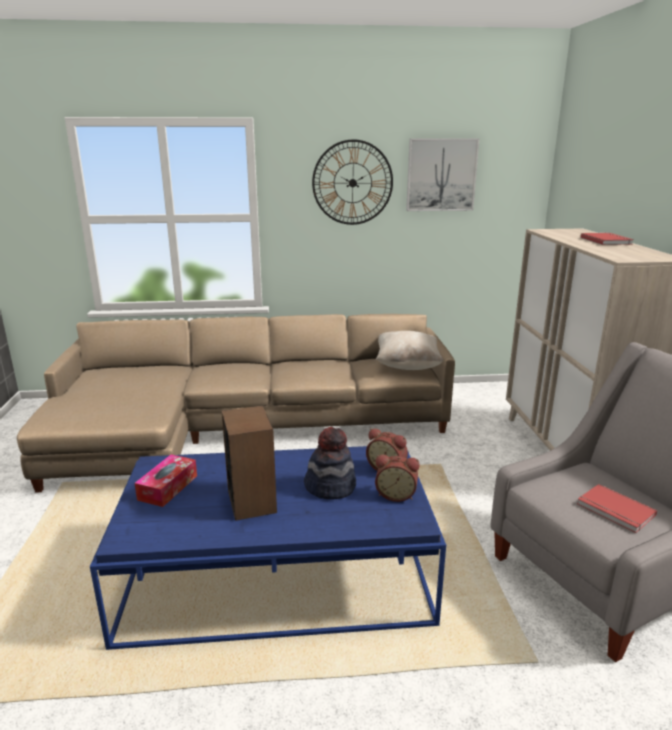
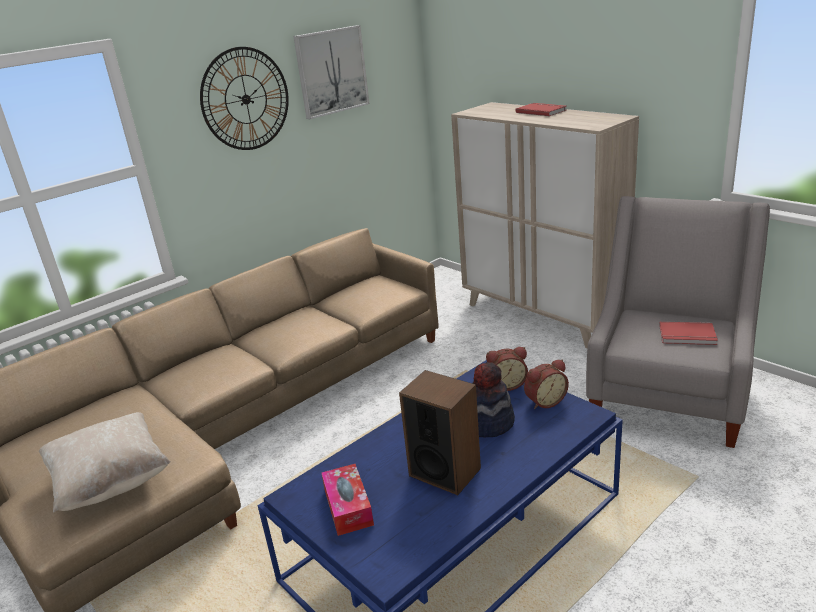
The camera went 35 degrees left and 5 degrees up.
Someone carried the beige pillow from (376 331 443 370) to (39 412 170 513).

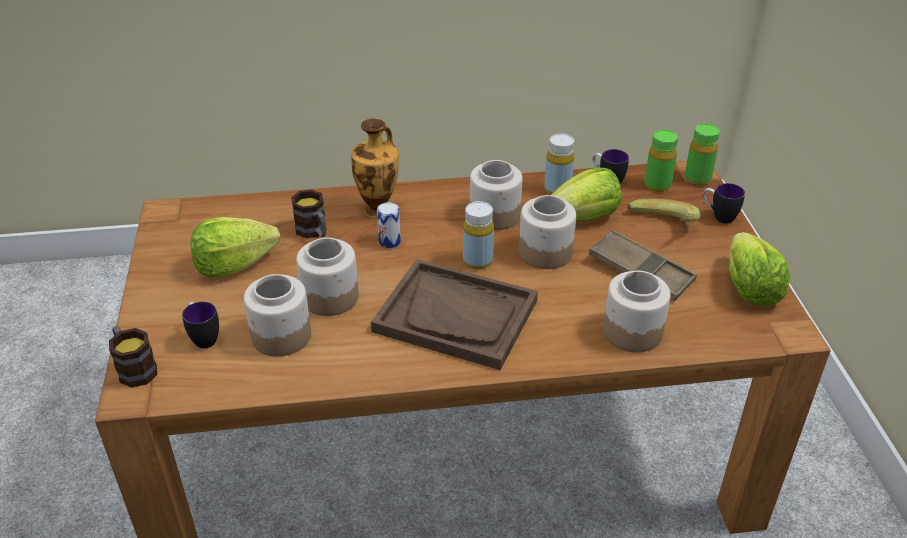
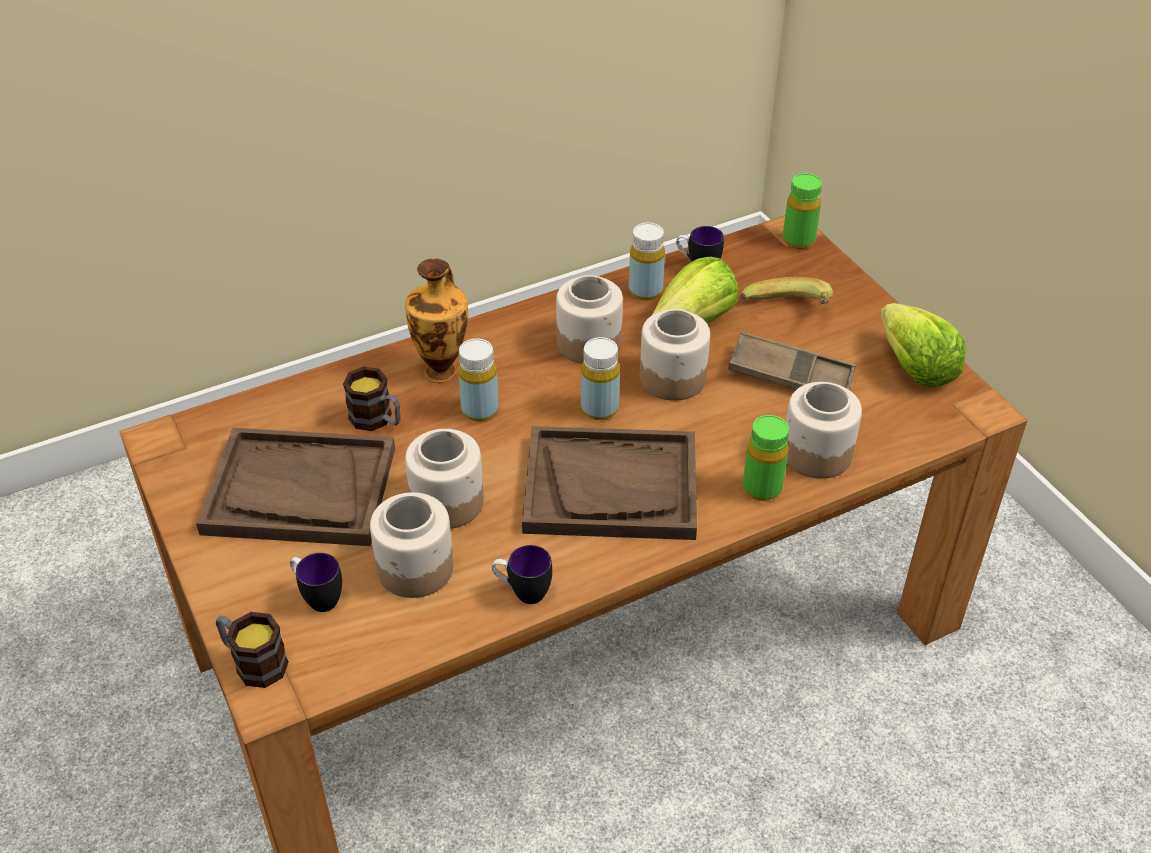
The camera went 20 degrees left and 5 degrees up.
Someone swapped the lettuce at (190 217 280 278) for the brown tray at (196 428 395 546).
Someone swapped the can at (377 202 401 249) for the yellow bottle at (458 339 499 421).
Someone carried the mug from (703 183 745 224) to (492 545 552 604).
Someone carried the green bottle from (644 130 678 192) to (743 415 789 501).

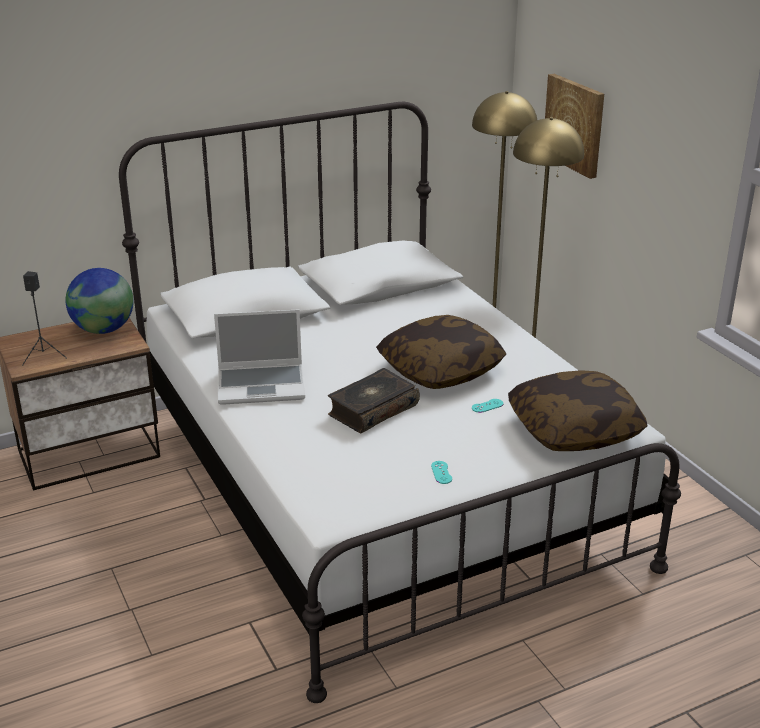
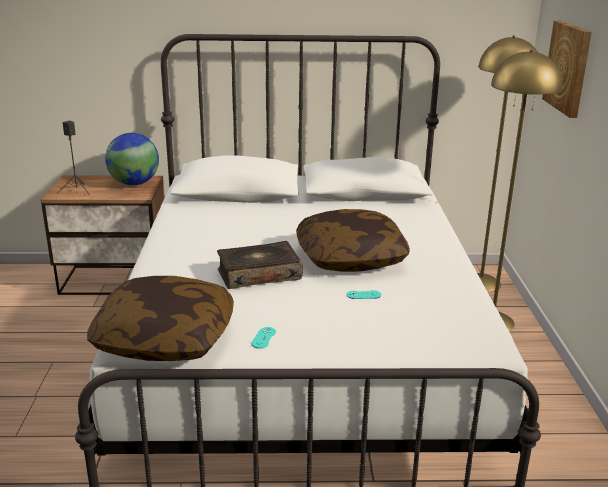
The camera went 25 degrees right and 5 degrees down.
Someone carried the pillow from (508 370 648 451) to (87 276 234 361).
Someone took away the laptop at (214 309 305 405).

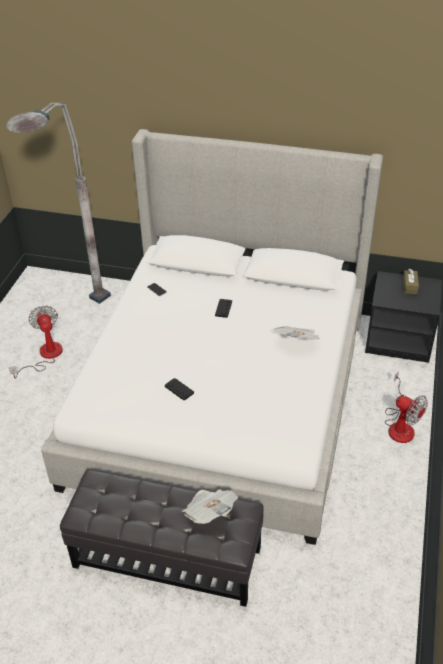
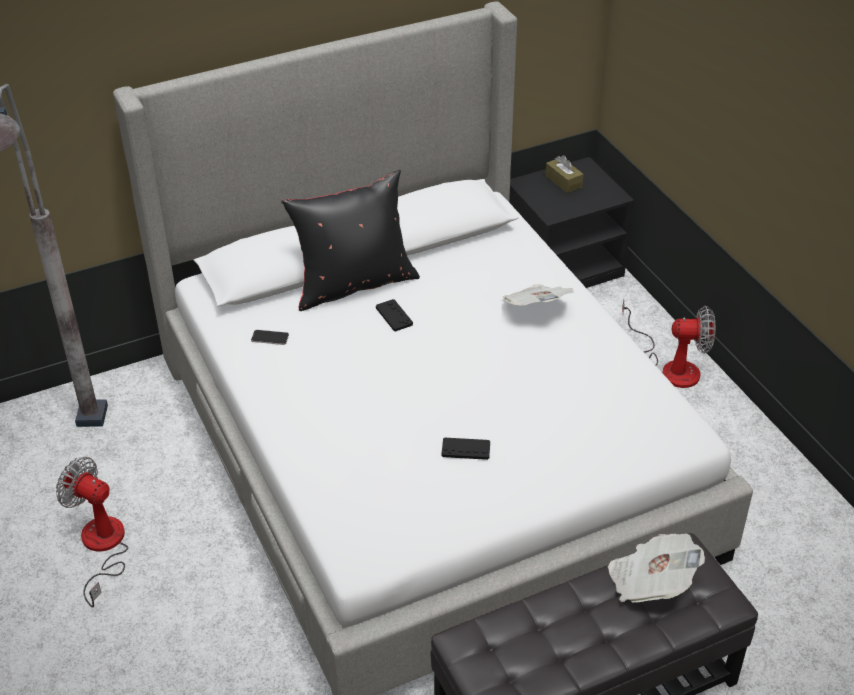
The camera went 40 degrees left and 0 degrees up.
Someone put down the black pillow at (281 170 420 311).

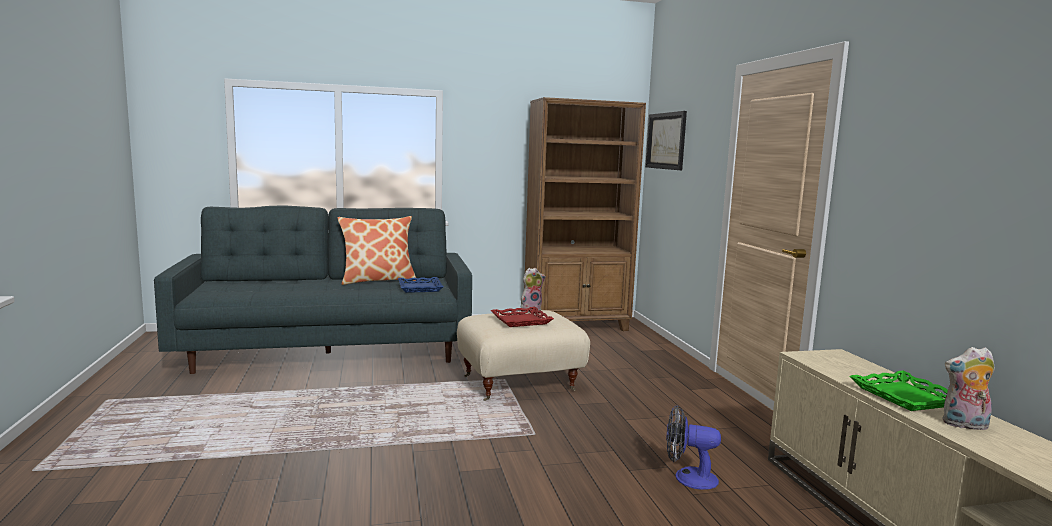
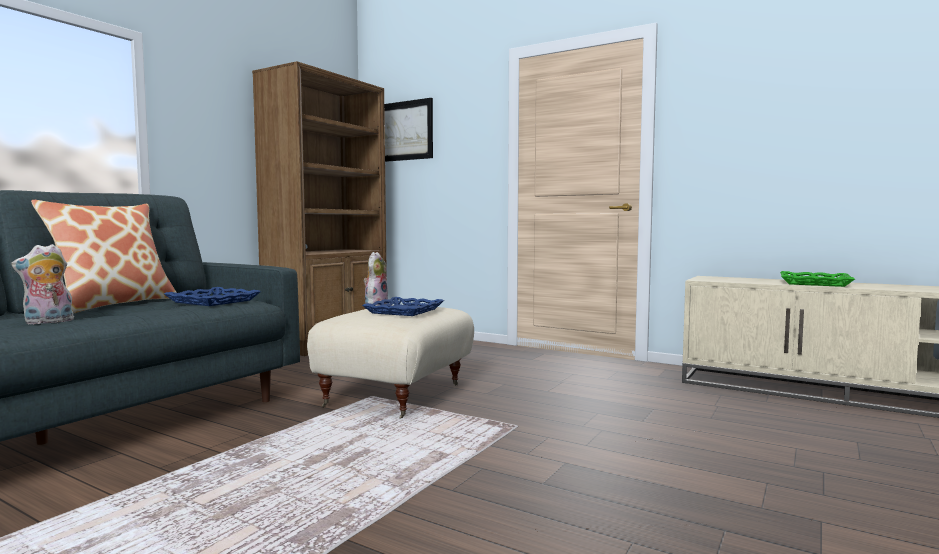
The camera went 45 degrees left and 5 degrees down.
Someone carried the plush toy from (942 347 995 432) to (11 244 74 324).
Someone repainted the red tray at (490 307 554 327), which became the blue tray at (362 297 444 316).
Someone took away the fan at (666 405 721 490).

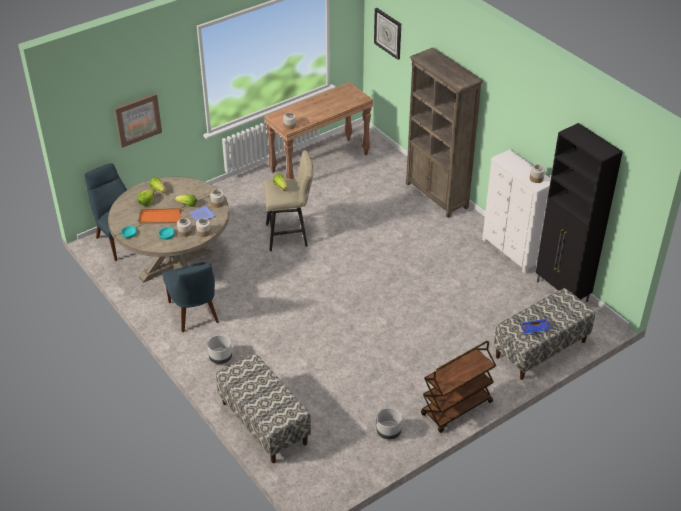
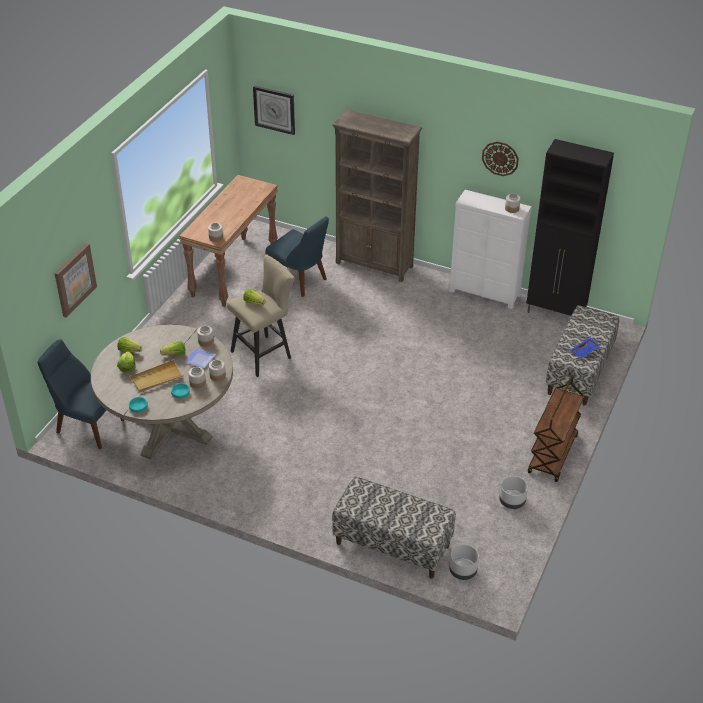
The camera went 30 degrees left and 0 degrees up.
Someone repainted the orange tray at (138 208 181 224), which became the beige tray at (131 360 184 393).
Someone carried the blue chair from (163 262 219 332) to (266 216 329 297).
Someone carried the grey planter from (207 335 232 364) to (449 544 479 580).
Someone put up the wall clock at (482 142 519 176).

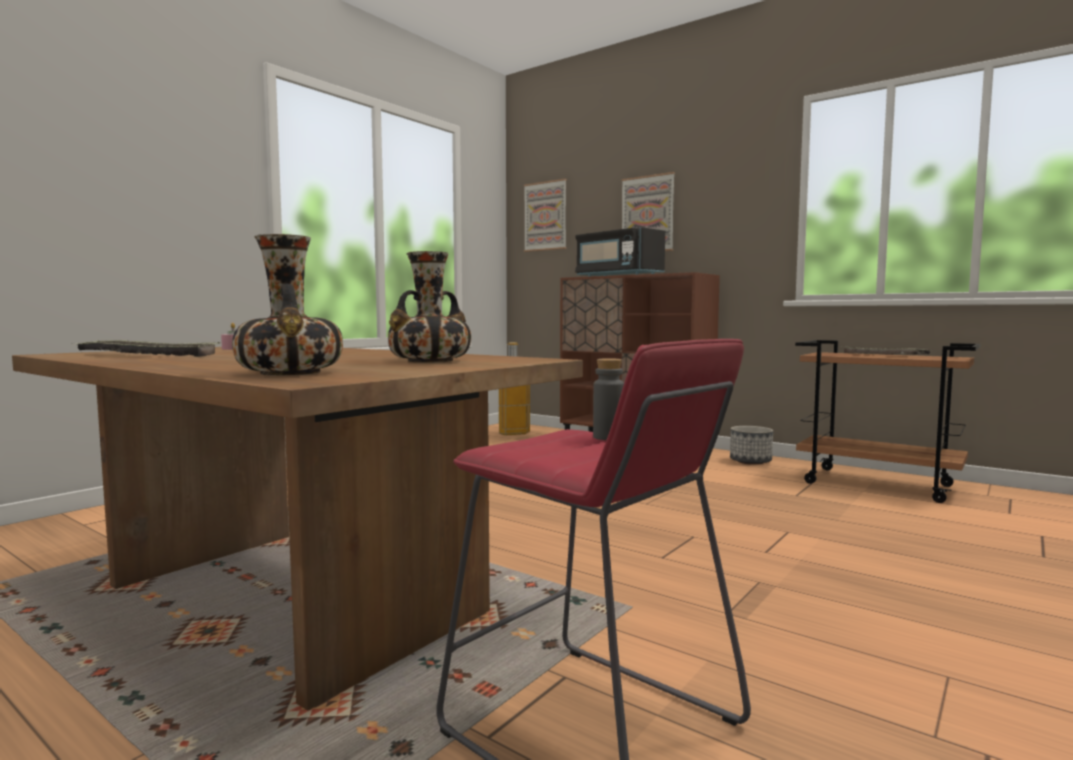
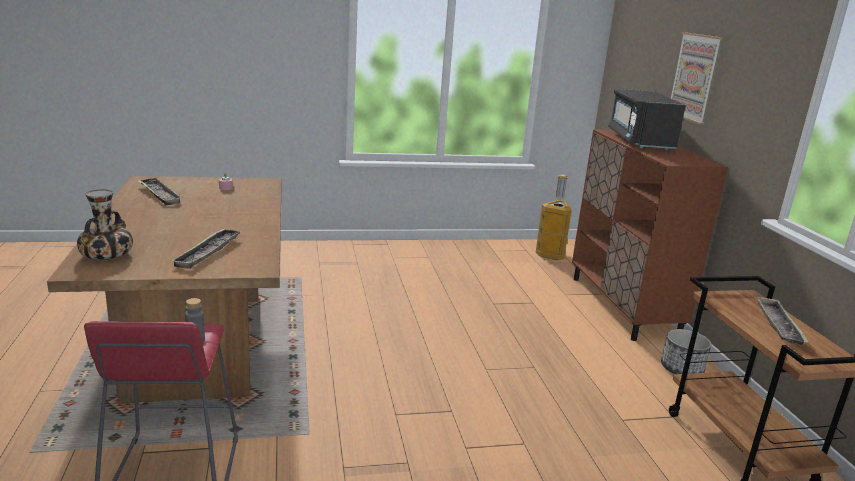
The camera went 40 degrees right and 15 degrees up.
Someone swapped the vase at (388 251 471 363) for the tray at (171 228 241 269).
Someone took away the picture at (524 179 567 252).

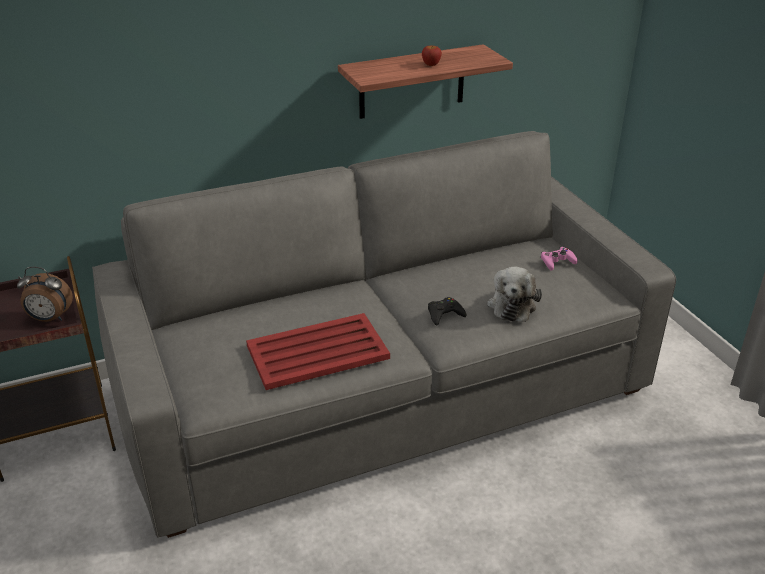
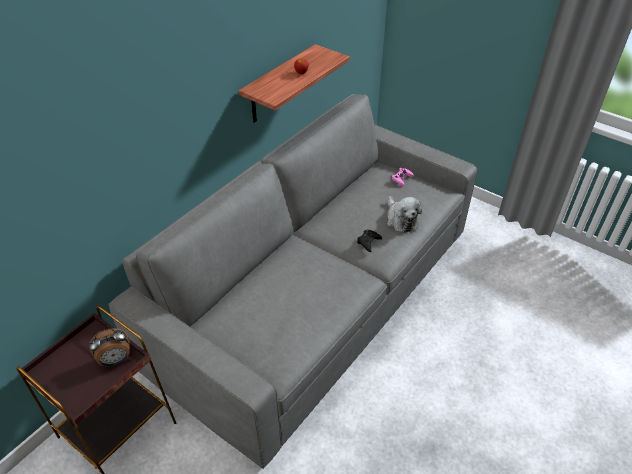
The camera went 30 degrees left and 10 degrees up.
Someone took away the red tray at (246 313 390 390).

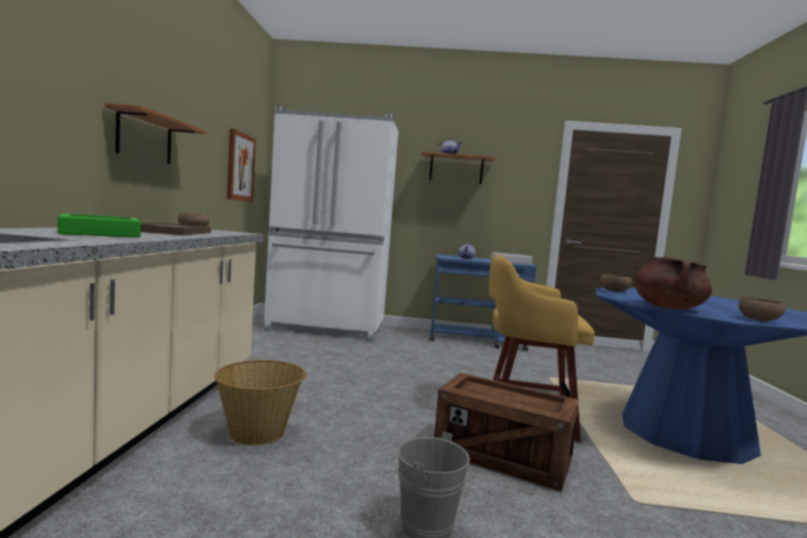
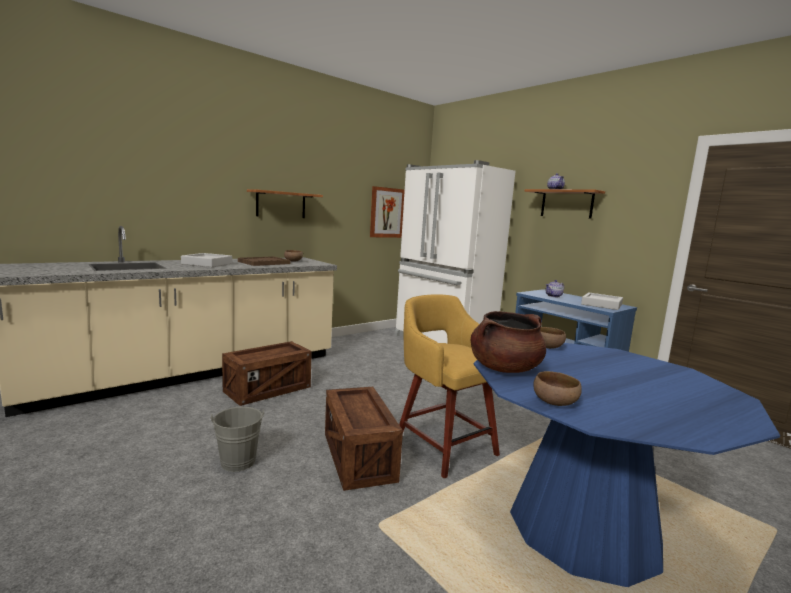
The camera went 45 degrees right and 5 degrees up.
Someone repainted the green tray at (58 214 141 238), which became the grey tray at (181 253 232 267).
Someone swapped the basket at (214 360 306 445) for the crate at (222 341 312 406).

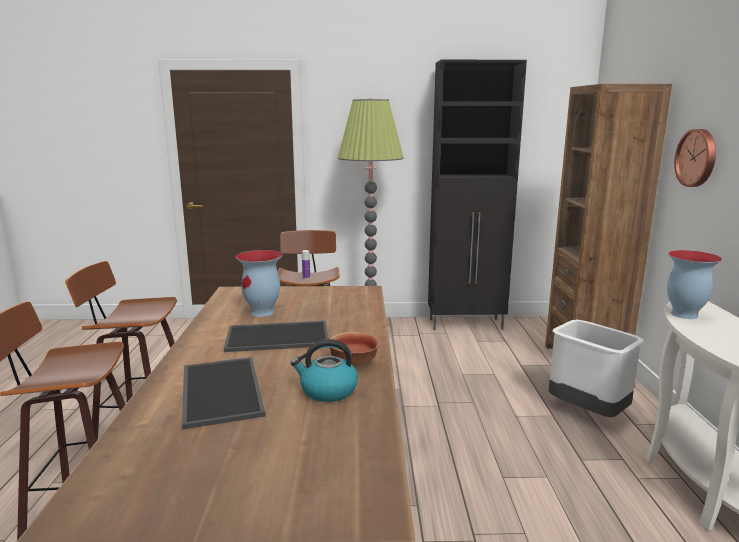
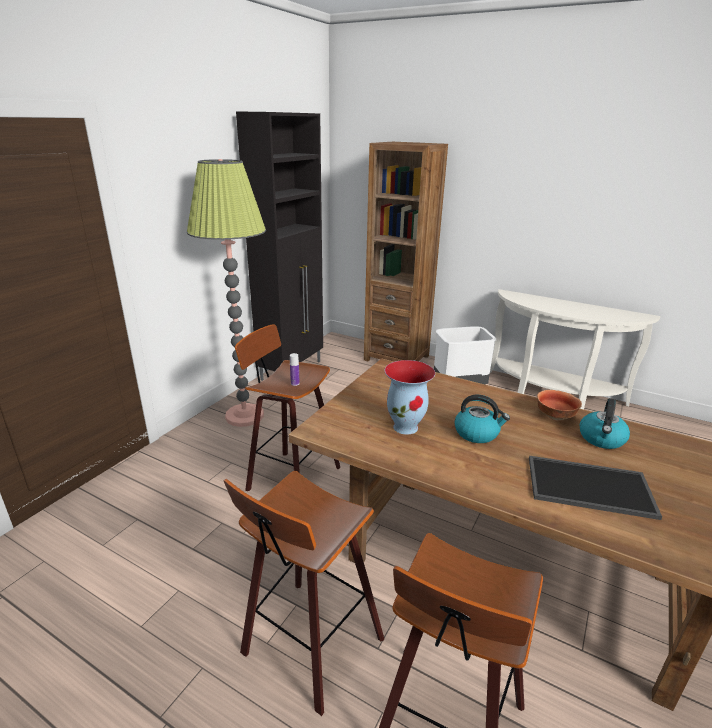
The camera went 60 degrees left and 10 degrees up.
Someone swapped the tray at (224 321 329 352) for the kettle at (455 395 510 443).
Someone took away the vase at (667 250 723 319).
Someone took away the wall clock at (674 129 716 187).

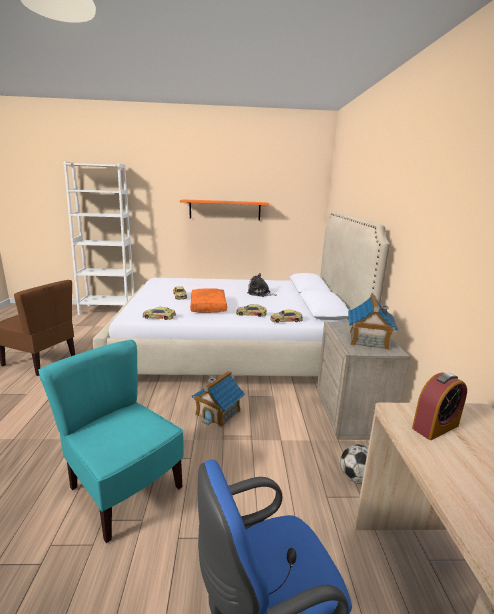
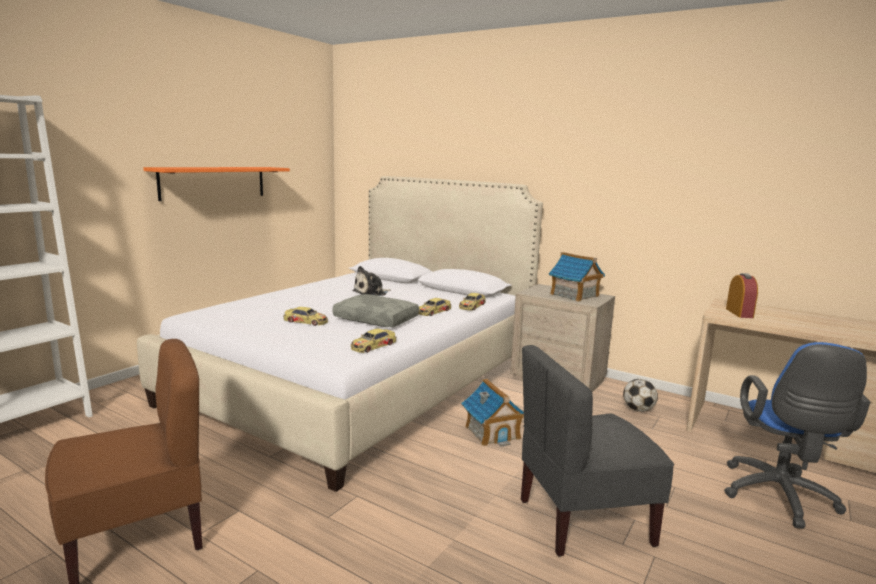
The camera went 55 degrees left and 5 degrees down.
Someone repainted the orange pillow at (190 288 227 313), which became the grey pillow at (333 294 419 327).
Someone repainted the turquoise chair at (38 340 184 543), which became the grey chair at (521 345 674 557).

